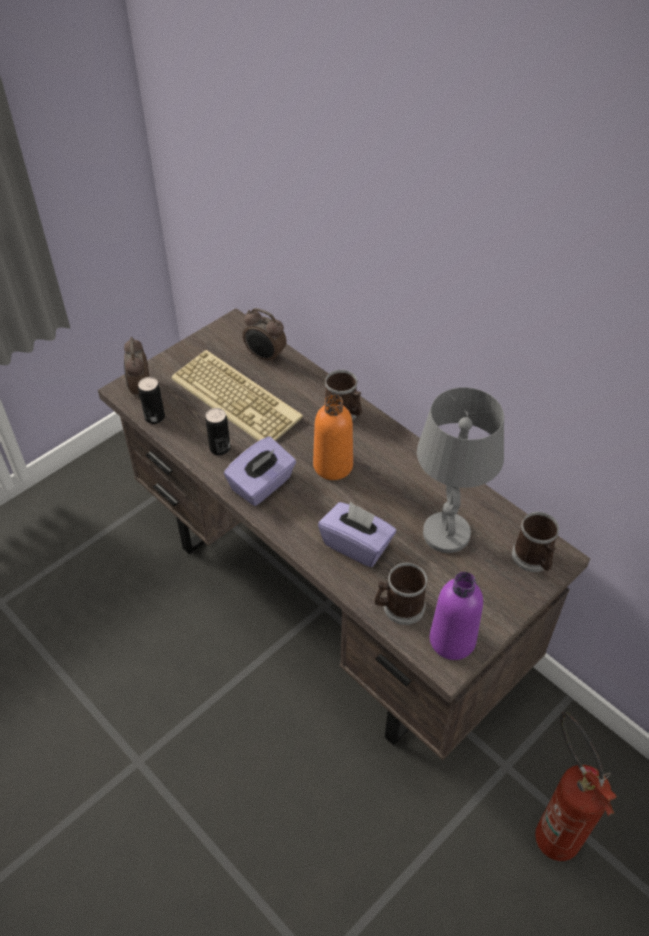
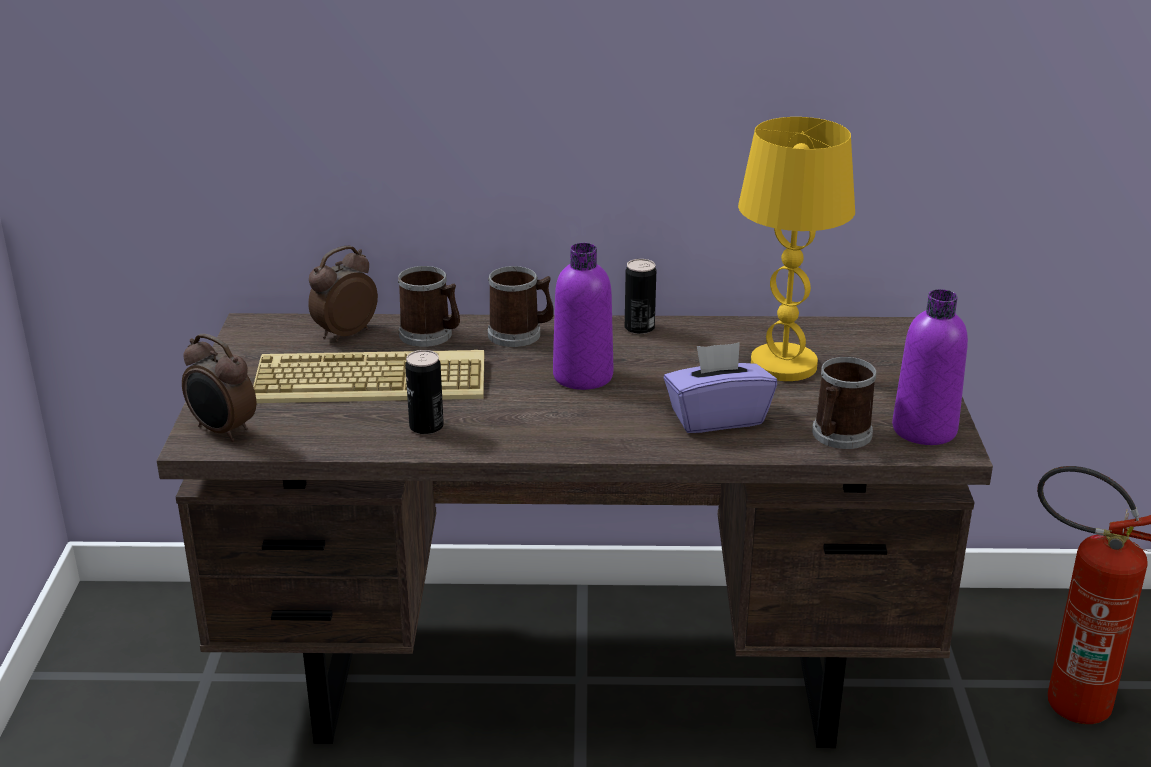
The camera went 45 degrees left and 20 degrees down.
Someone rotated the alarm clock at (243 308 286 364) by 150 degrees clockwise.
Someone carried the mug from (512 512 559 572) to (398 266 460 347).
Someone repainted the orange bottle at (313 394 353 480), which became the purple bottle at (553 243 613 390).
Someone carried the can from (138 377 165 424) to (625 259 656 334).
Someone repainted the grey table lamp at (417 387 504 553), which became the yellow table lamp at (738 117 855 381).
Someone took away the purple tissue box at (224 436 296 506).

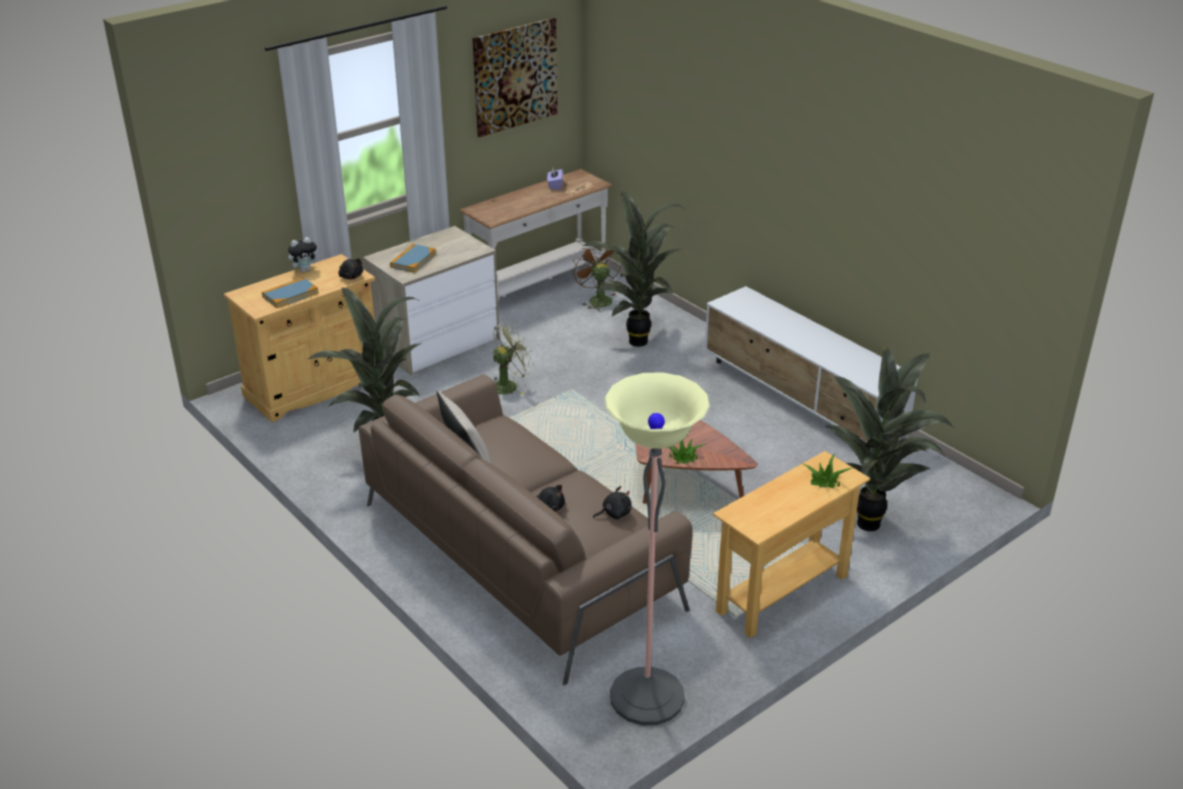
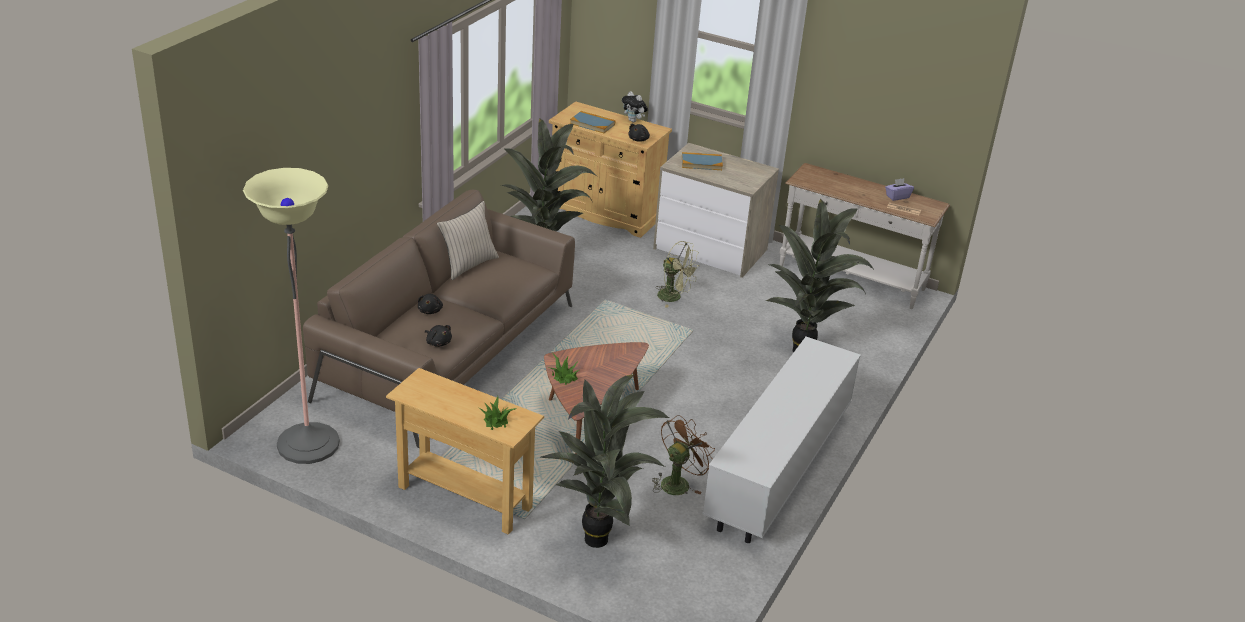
The camera went 65 degrees right and 0 degrees up.
Someone carried the brown fan from (572 243 622 311) to (652 415 715 495).
Someone took away the picture at (473 17 558 137).

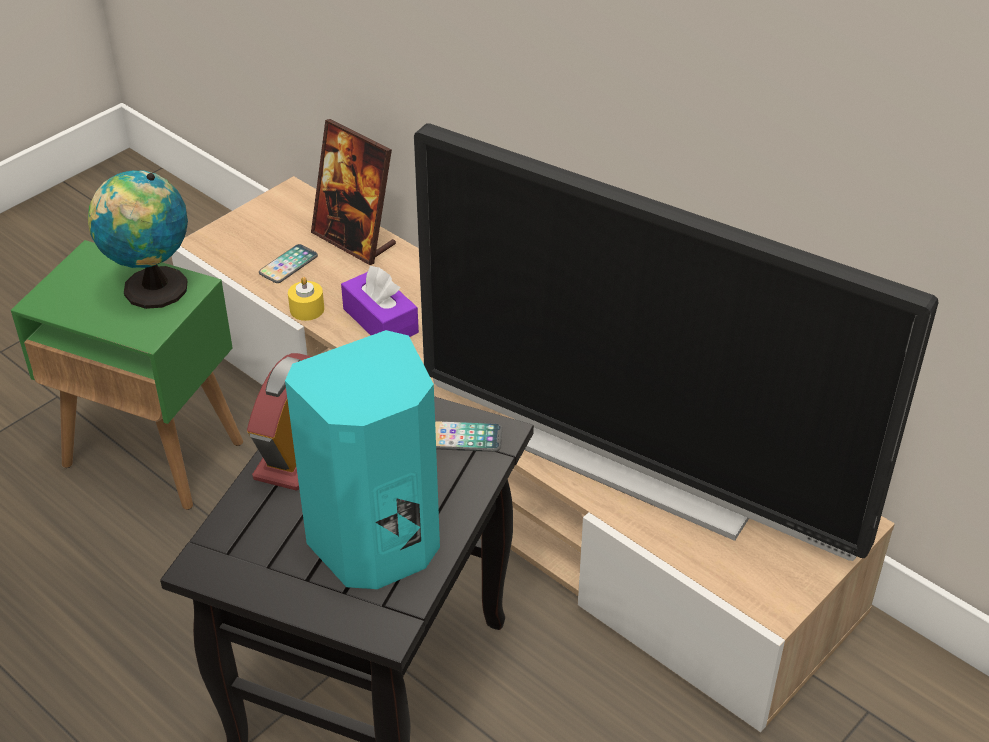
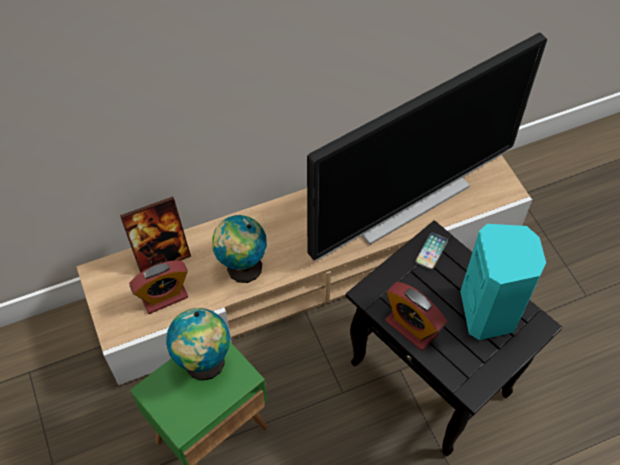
The camera went 65 degrees left and 15 degrees up.
Someone swapped the phone at (259 244 318 283) for the alarm clock at (129 260 188 314).
Someone swapped the purple tissue box at (341 266 419 337) for the globe at (212 215 267 283).
Someone took away the yellow candle at (288 277 324 321).

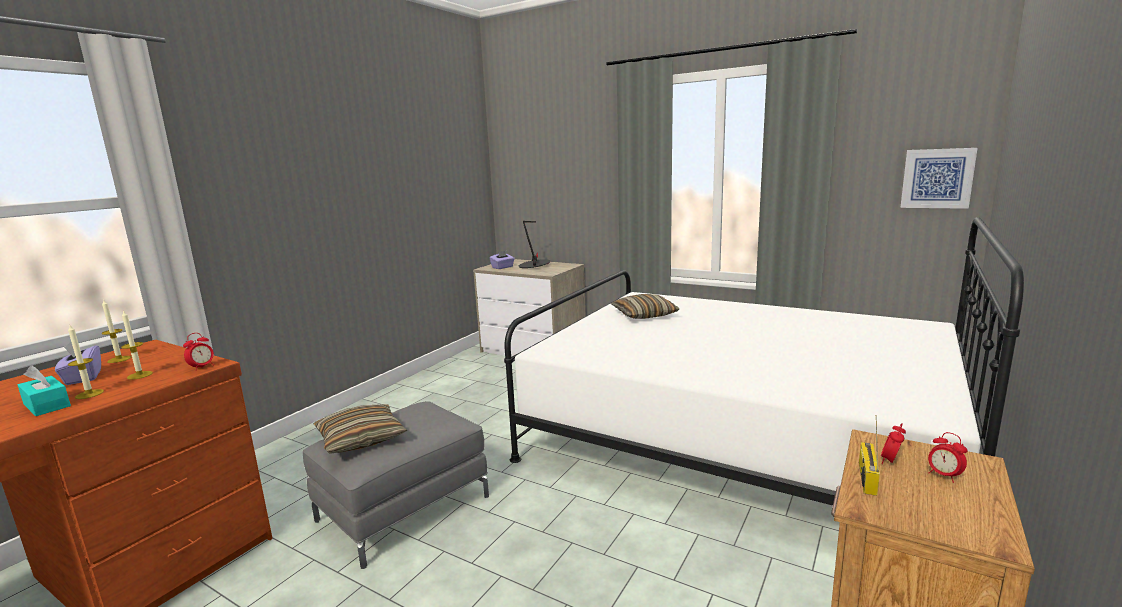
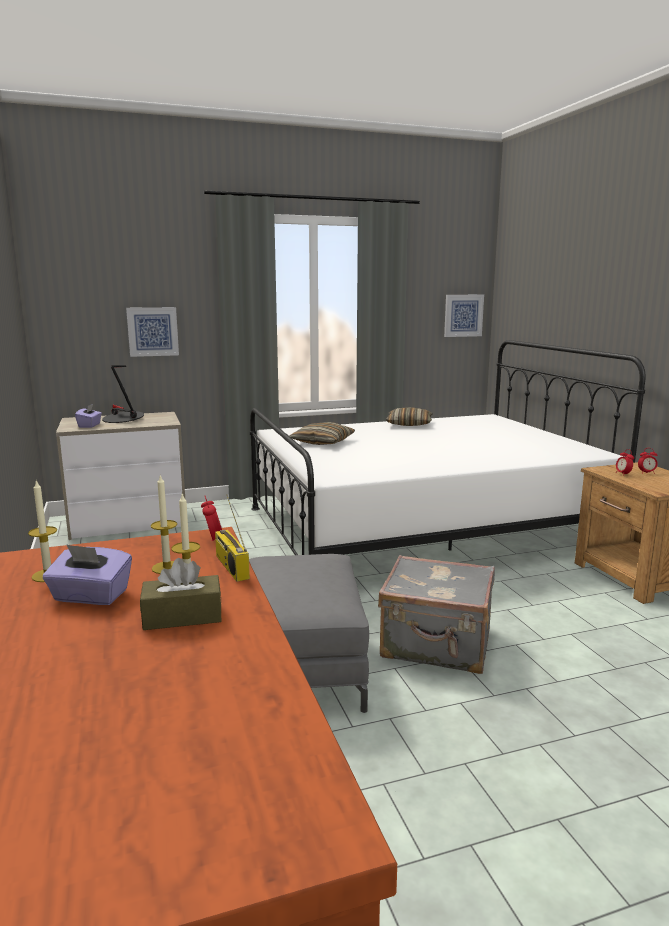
The camera went 50 degrees left and 0 degrees up.
Someone put up the picture at (126 307 179 357).
Someone repainted the turquoise tissue box at (18 366 71 416), which became the brown tissue box at (140 558 222 630).
Someone carried the radio from (859 415 880 496) to (215 494 250 582).
Someone put down the grey suitcase at (378 555 495 674).
Someone carried the pillow from (314 404 408 454) to (385 407 433 426).

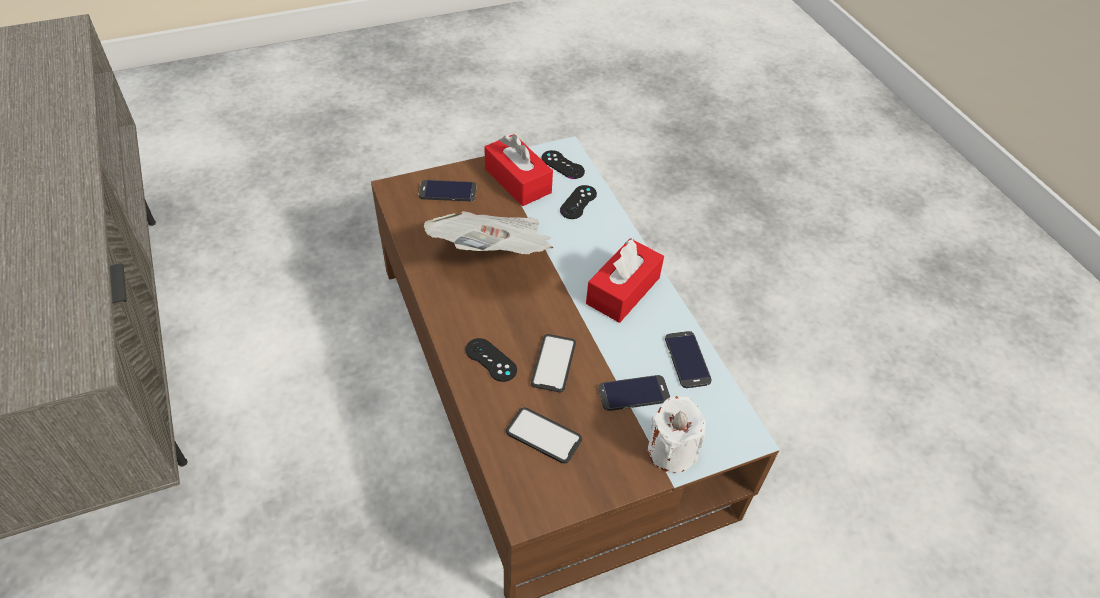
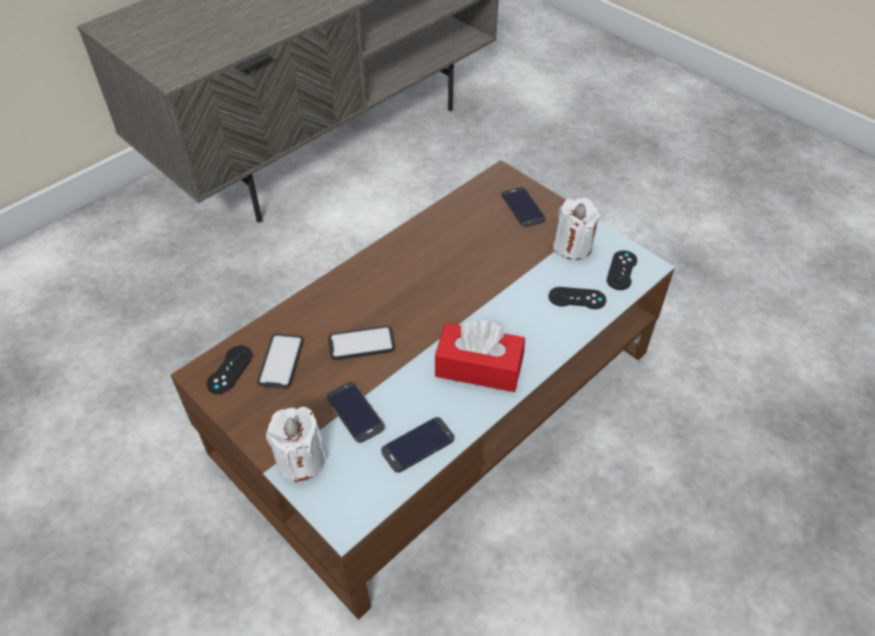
The camera went 70 degrees right and 0 degrees up.
Someone carried the black game controller from (466 338 517 382) to (206 346 253 394).
Someone swapped the red tissue box at (484 134 553 206) for the white candle at (553 198 600 260).
Someone took away the newspaper at (424 211 553 254).

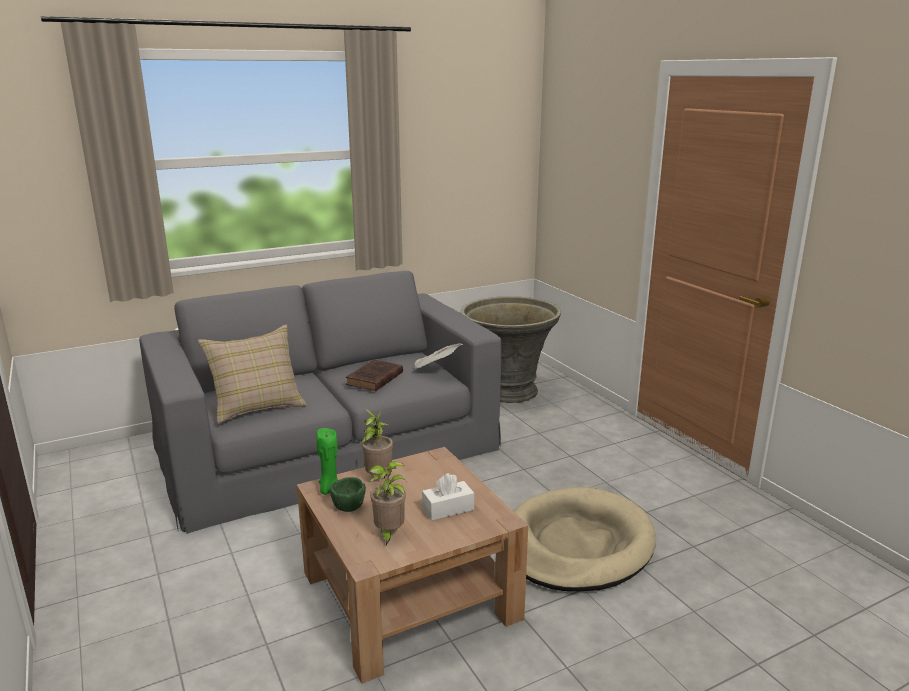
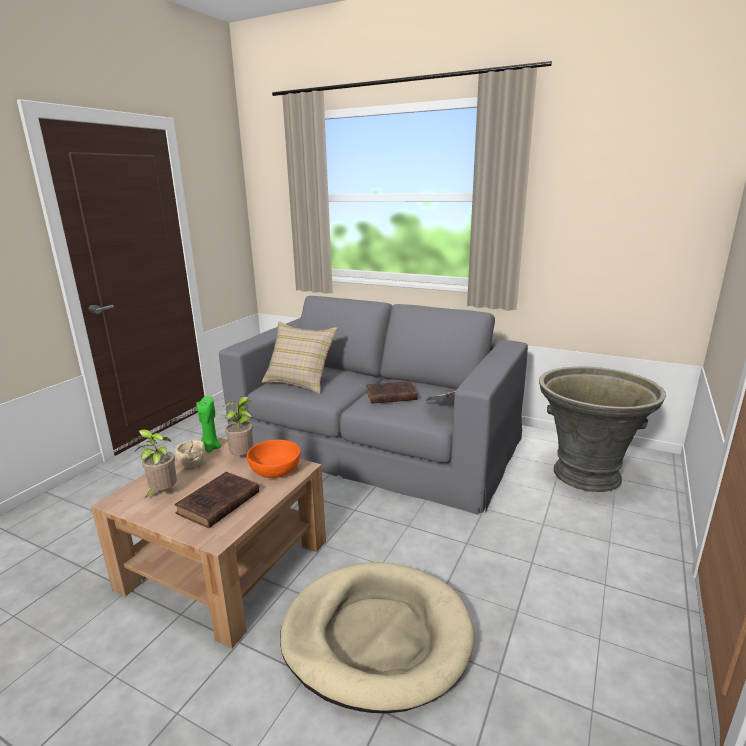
The camera went 55 degrees right and 0 degrees up.
Someone swapped the white tissue box at (422 473 474 521) for the brown book at (174 472 259 528).
Someone repainted the green bowl at (330 477 366 512), which became the beige bowl at (175 440 205 468).
Someone put down the orange bowl at (247 440 301 478).

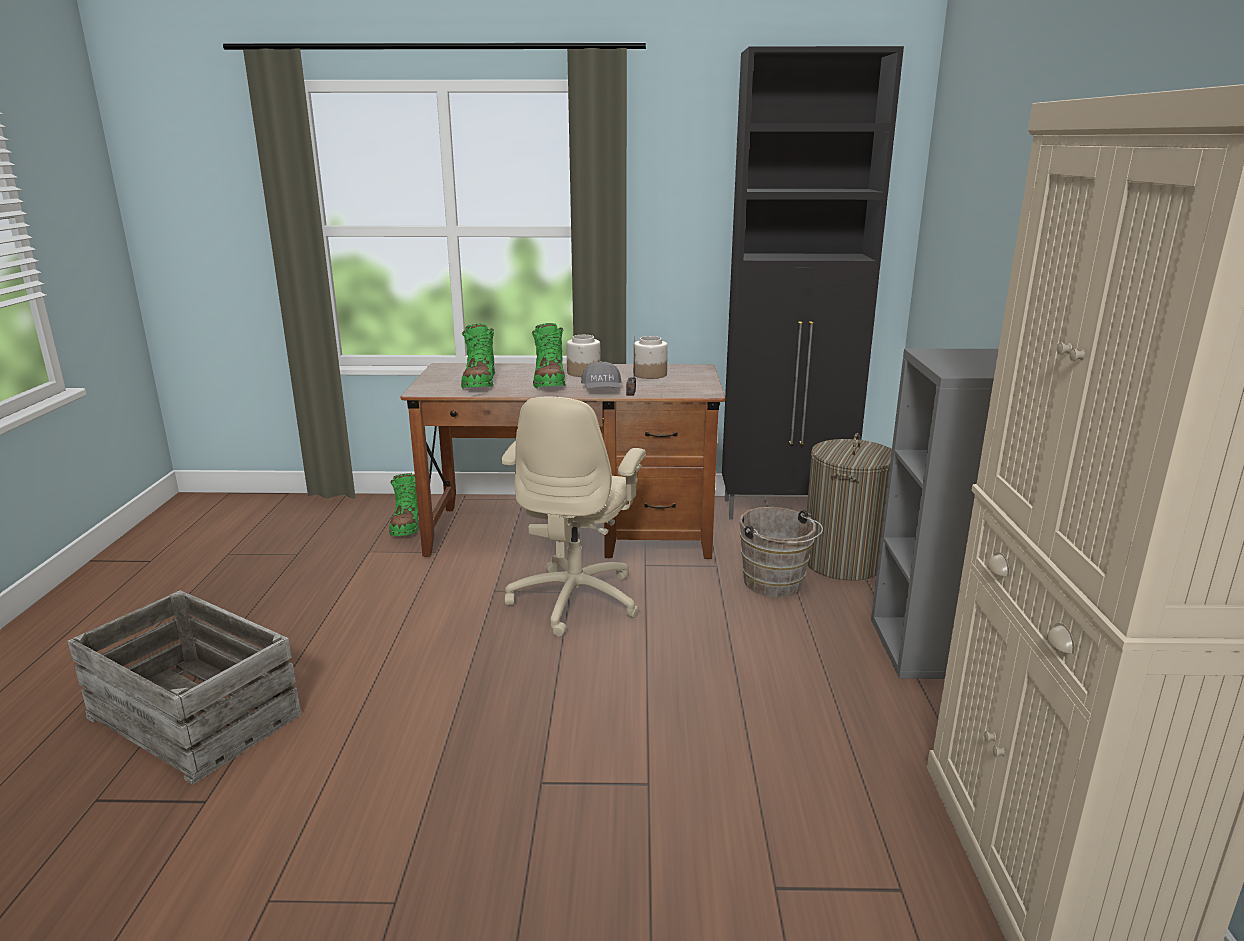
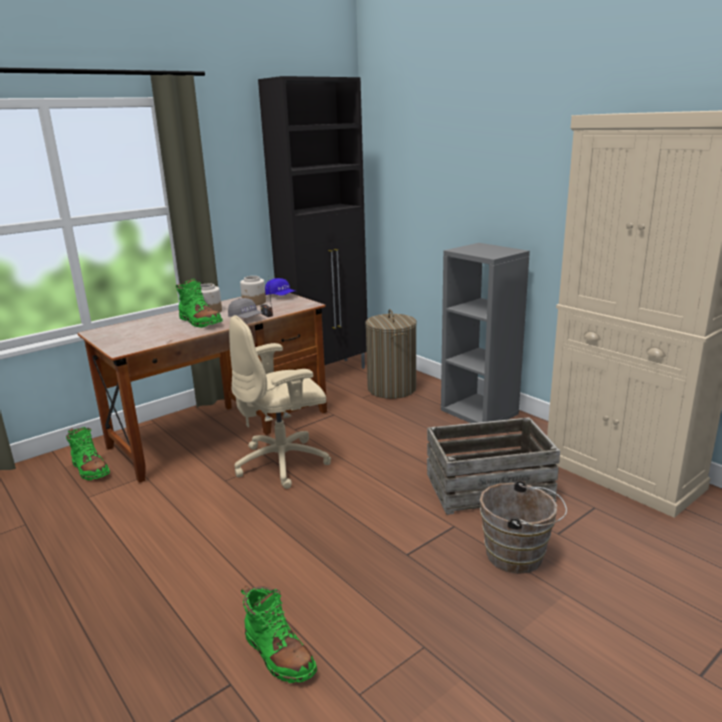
The camera went 40 degrees left and 0 degrees up.
Someone rotated the beige office chair at (501 397 646 637) by 90 degrees clockwise.
Someone carried the green boot from (461 324 495 389) to (241 586 317 683).
Someone put down the blue cap at (265 278 295 296).
Someone carried the crate from (68 590 302 785) to (427 417 560 515).
Someone carried the brown bucket from (740 507 823 597) to (480 480 567 574).

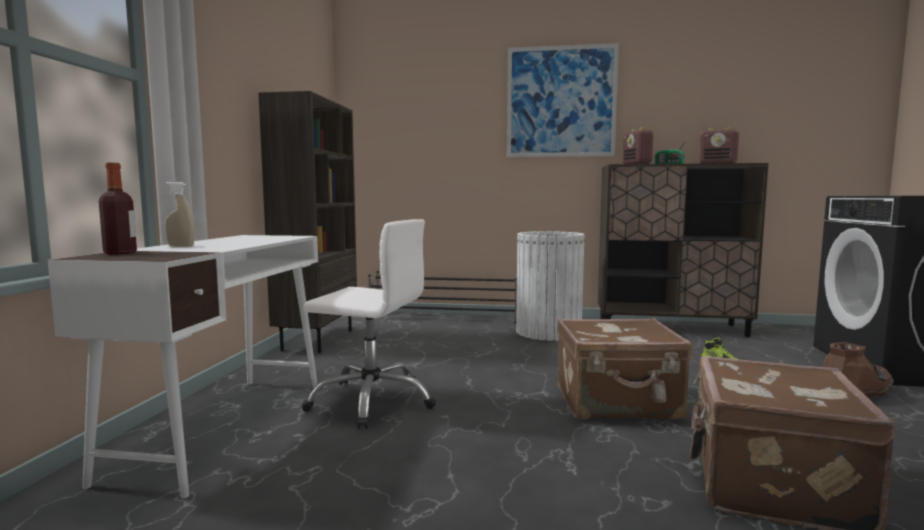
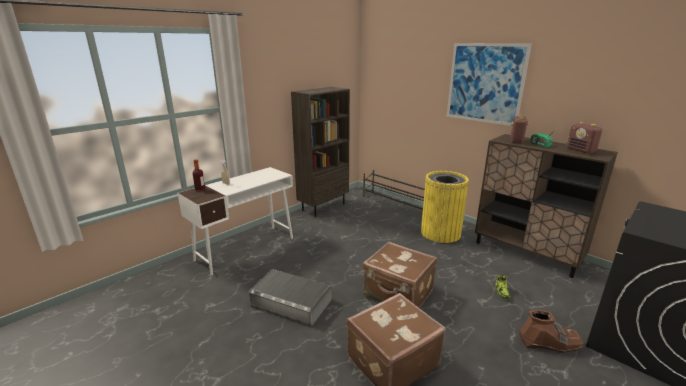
The camera went 35 degrees right and 15 degrees up.
Someone put down the grey storage box at (249 269 332 326).
Someone repainted the white trash can at (516 231 585 341), which became the yellow trash can at (421 171 469 243).
Someone took away the white office chair at (302 219 436 429).

